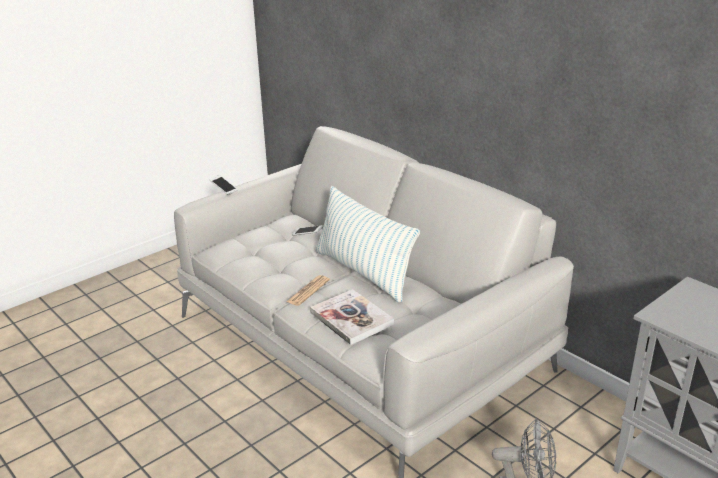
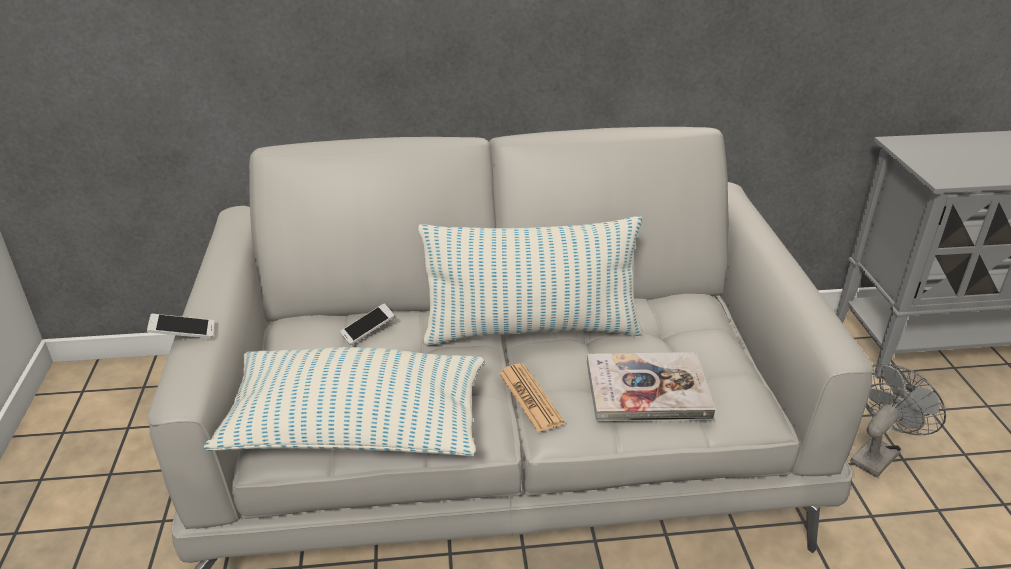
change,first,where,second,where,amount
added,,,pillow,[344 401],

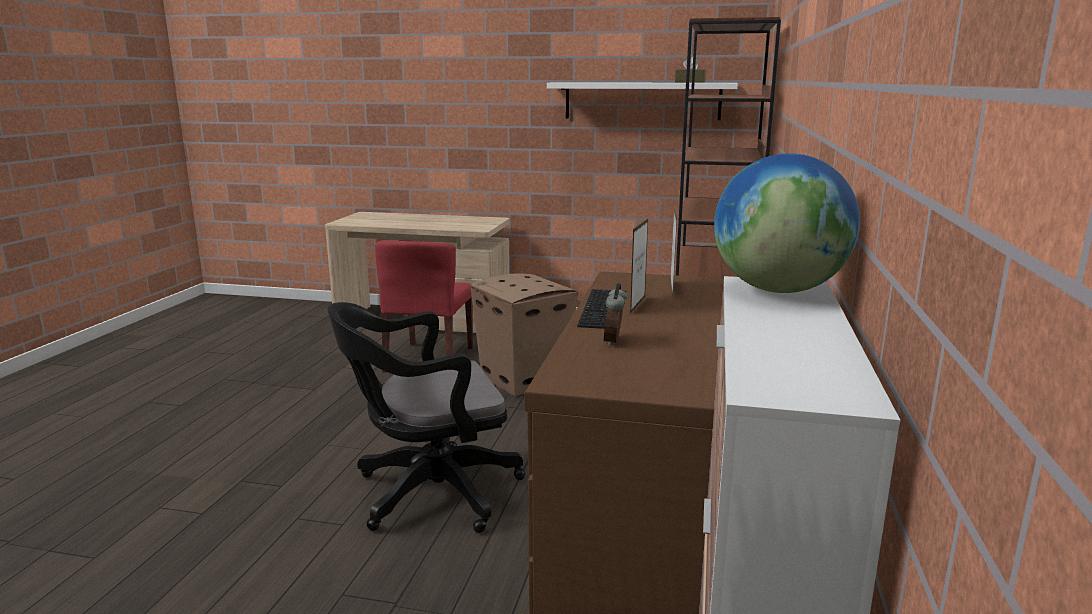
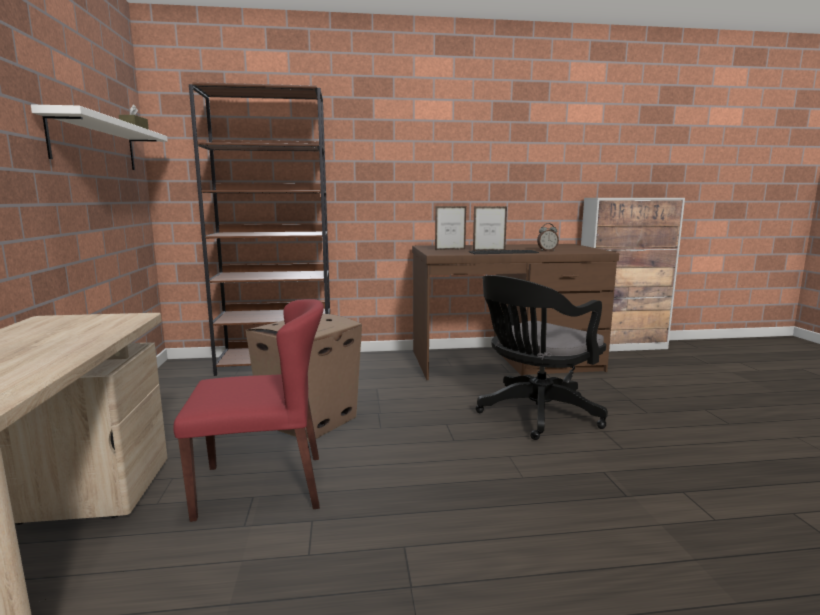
change,first,where,second,where,amount
turned,black office chair,[426 417],,[542 357],90 degrees clockwise
removed,globe,[787 223],,,

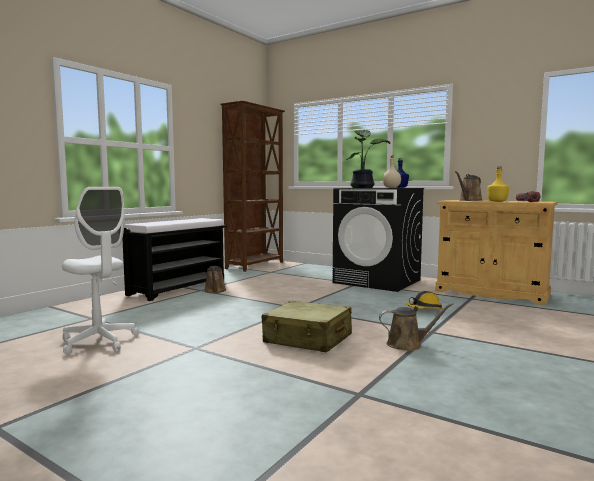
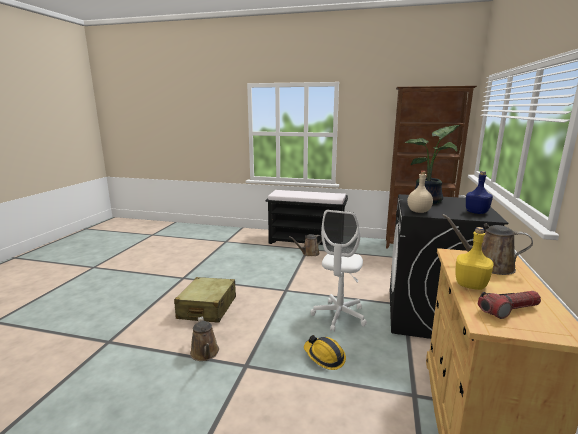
change,first,where,second,where,amount
moved,white office chair,[100 270],,[339 271],

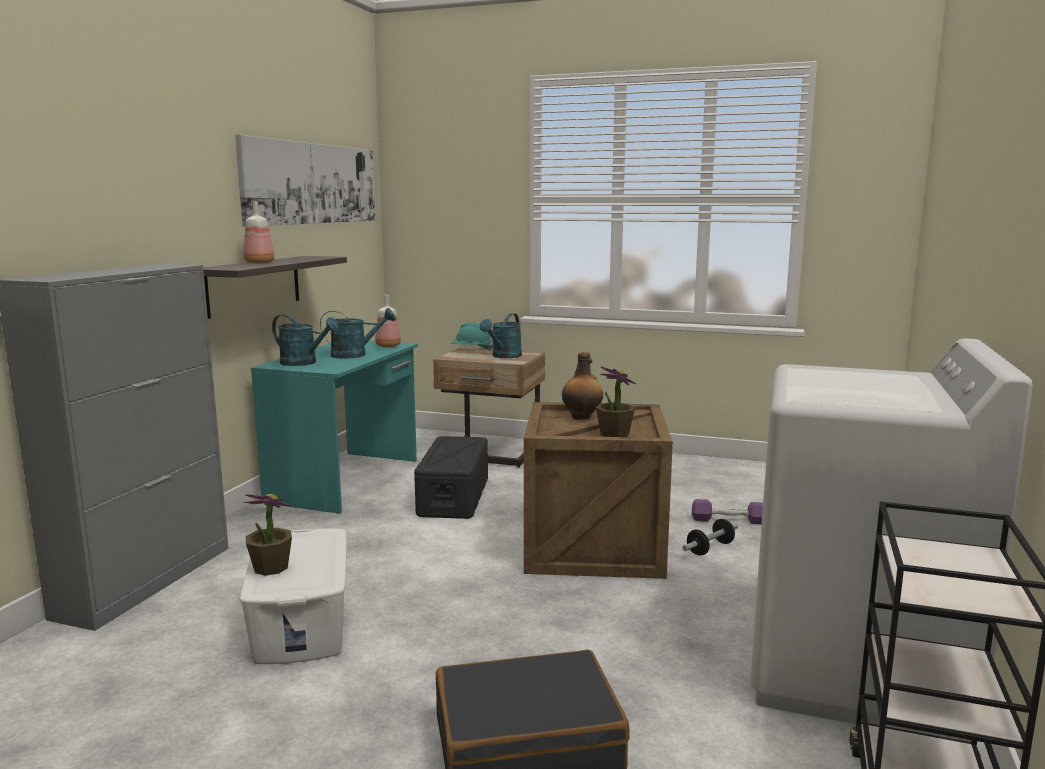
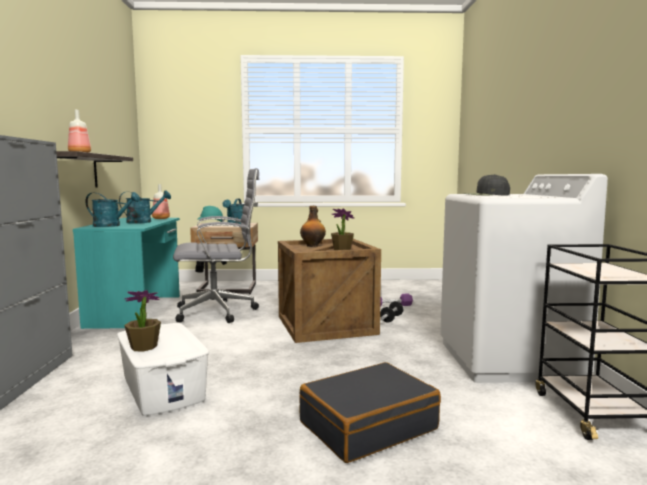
change,first,where,second,where,amount
replaced,black storage box,[451 477],grey office chair,[216 245],
added,,,black cap,[486 184],
removed,picture,[305 181],,,

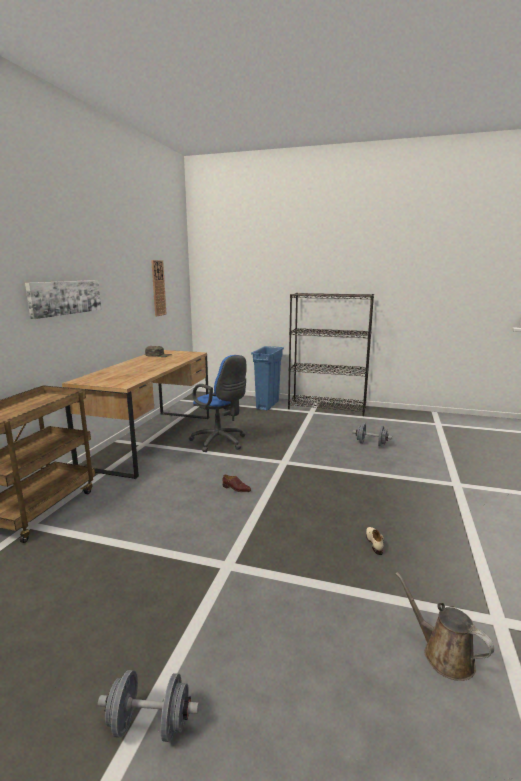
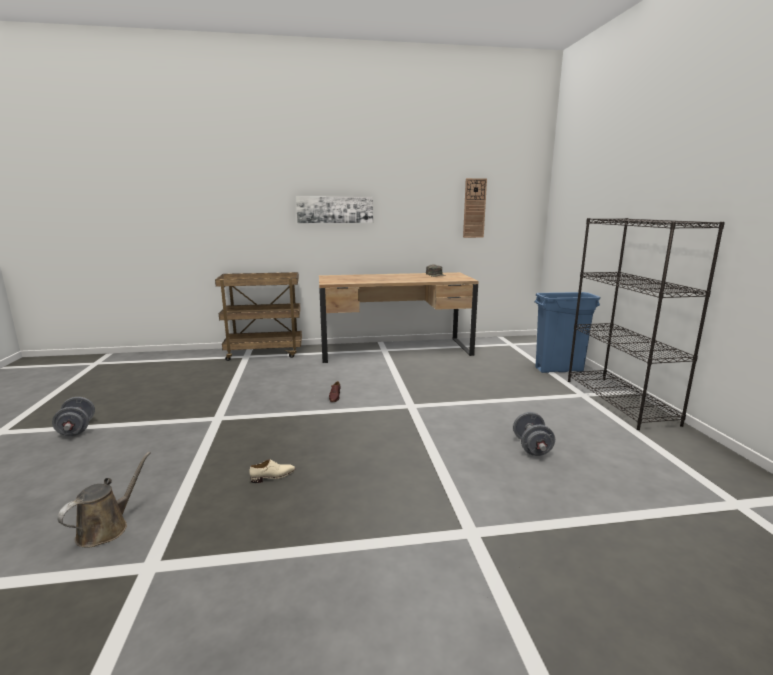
change,first,where,second,where,amount
removed,blue office chair,[218 403],,,

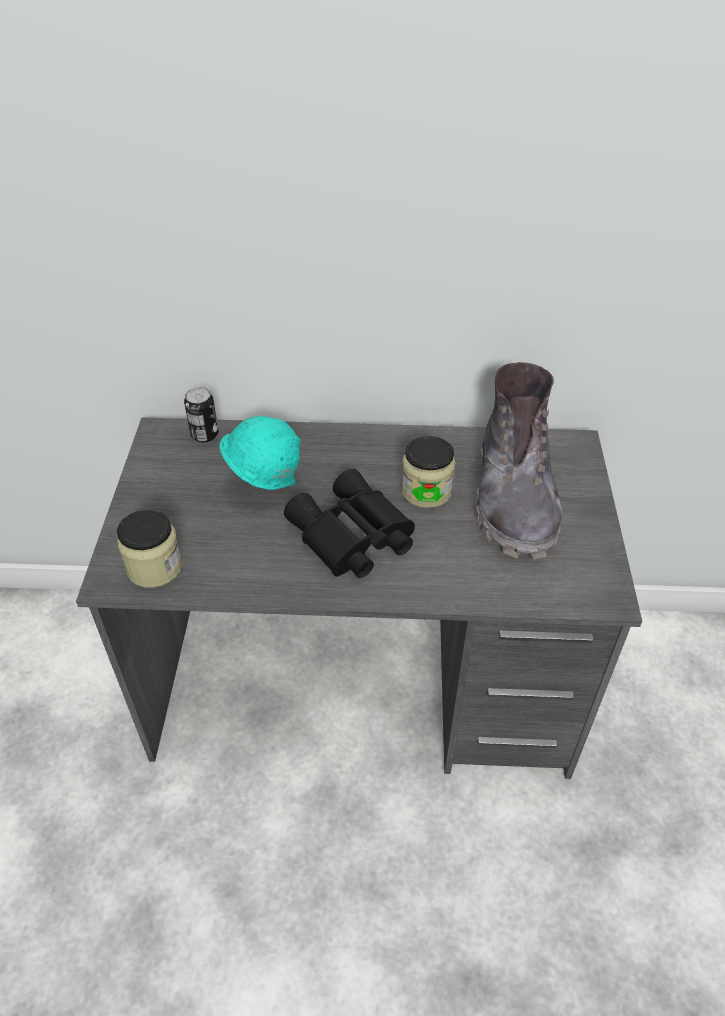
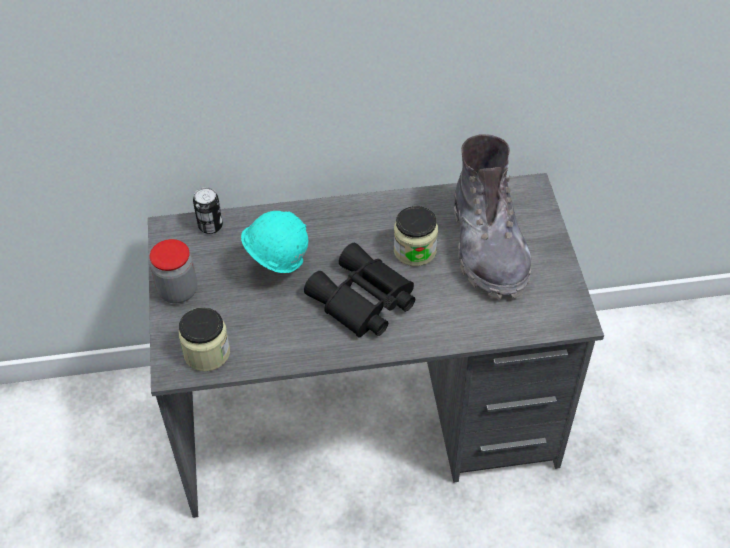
change,first,where,second,where,amount
added,,,jar,[173 271],

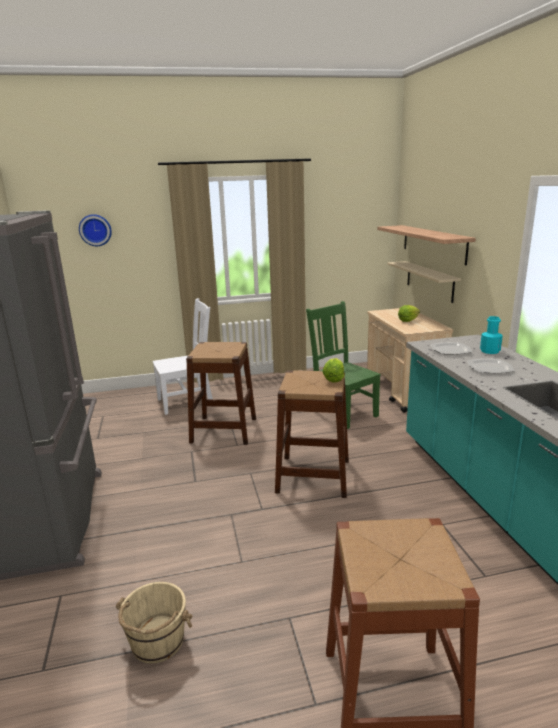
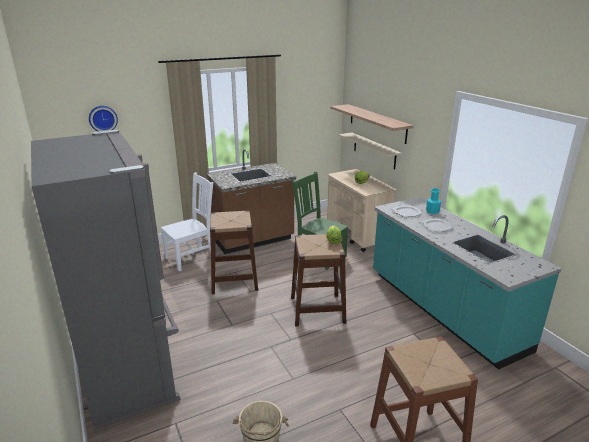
change,first,where,second,where,amount
added,,,brown counter,[251 201],

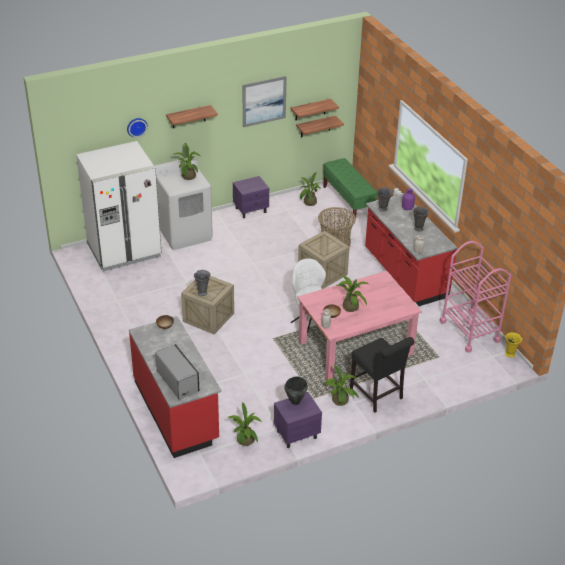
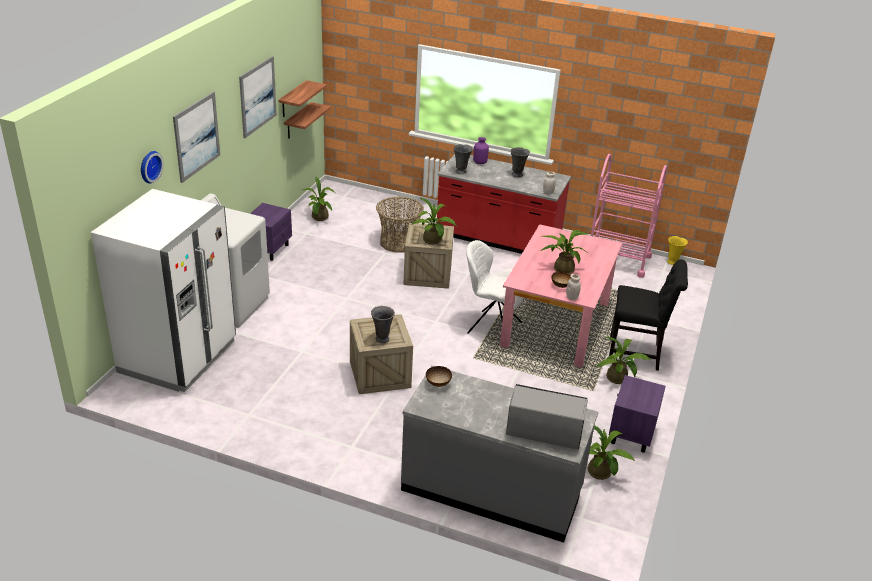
change,first,where,second,where,amount
replaced,shelf,[192 116],picture,[196 137],
recoloured,red counter,[175 387],grey counter,[499 454],
moved,potted plant,[187 161],,[434 221],
removed,black cooking pot,[296 390],,,
removed,green bench,[350 188],,,

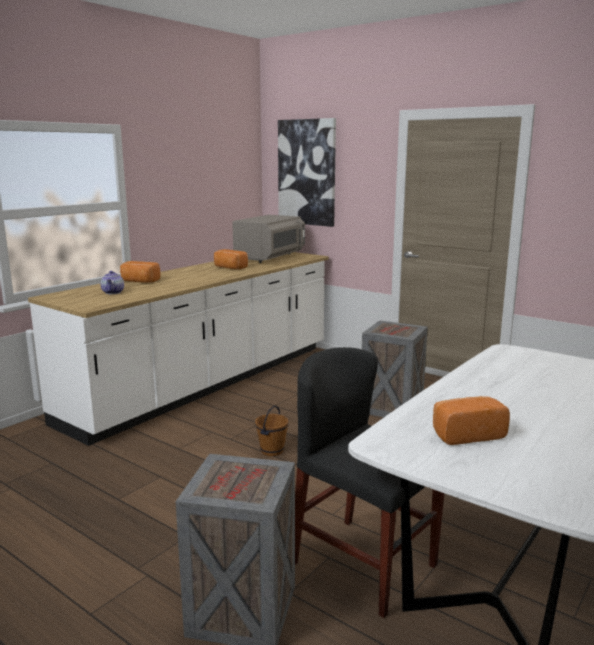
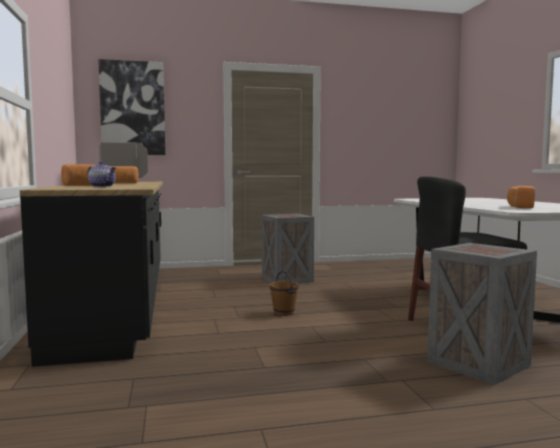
change,first,where,second,where,amount
recoloured,white counter,[178 349],black counter,[91 274],

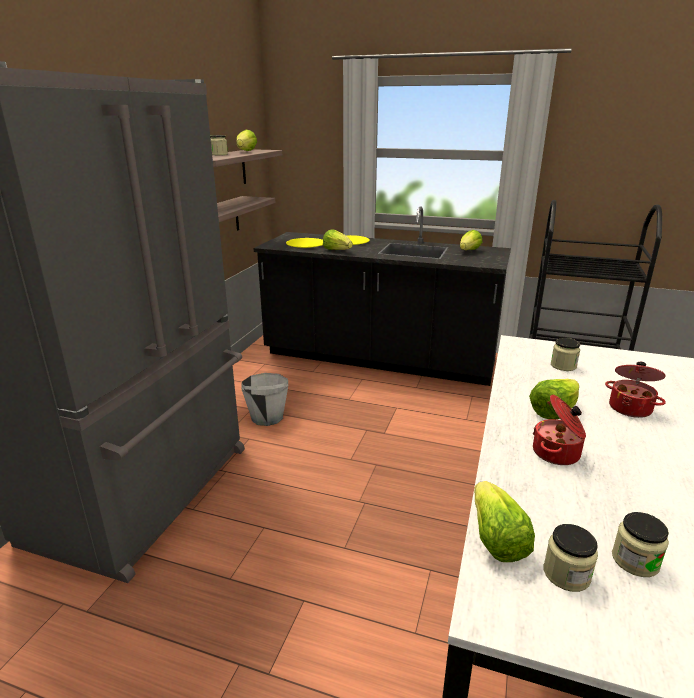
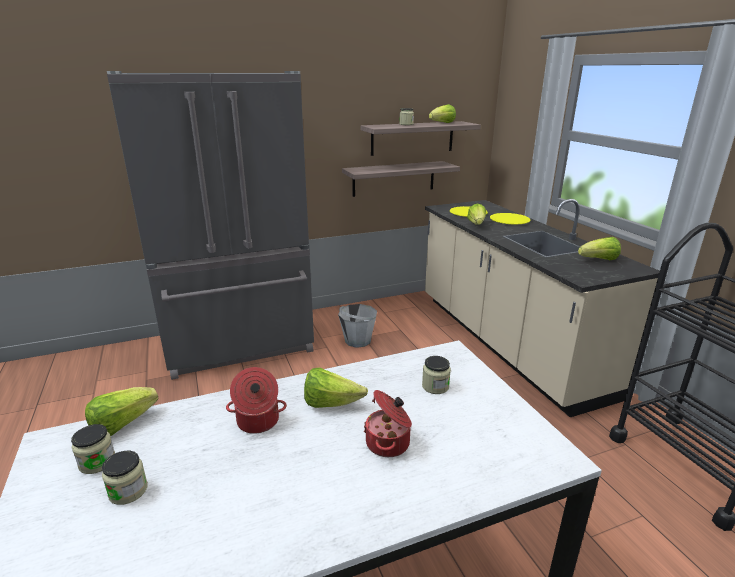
change,first,where,second,where,amount
recoloured,black counter,[382 296],beige counter,[542 308],

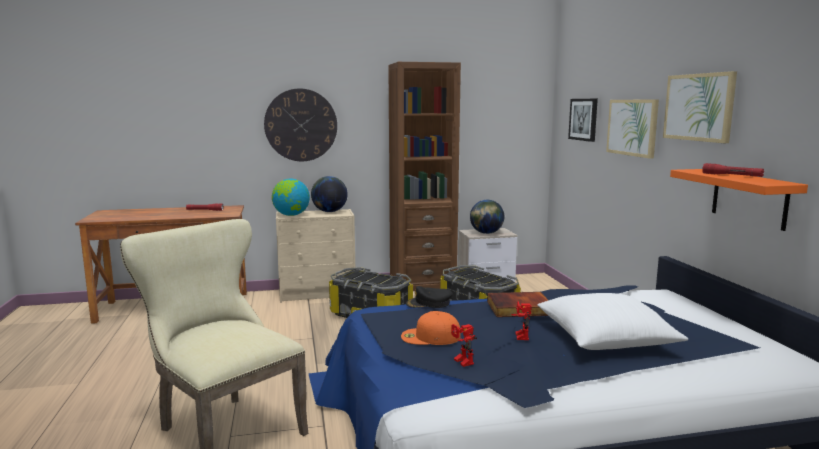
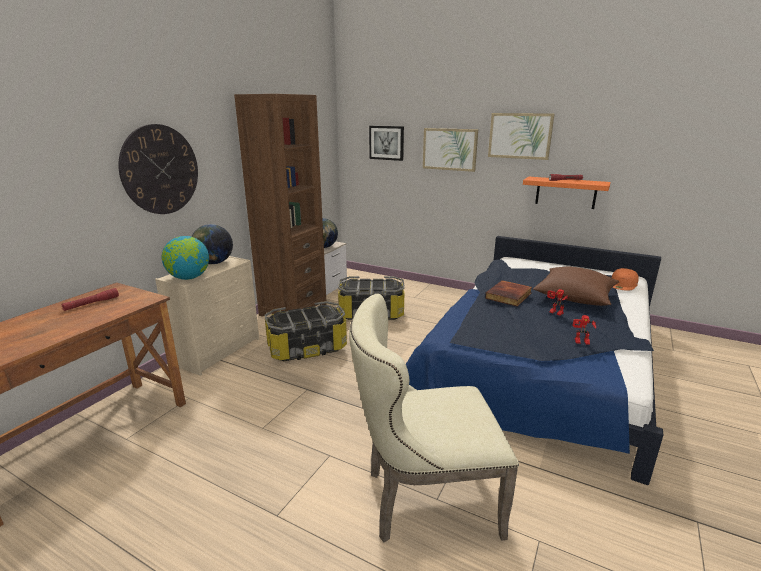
change,first,where,second,where,amount
recoloured,white pillow,[612 321],brown pillow,[576 286],
moved,orange cap,[431 328],,[625 279],
removed,black cap,[429 297],,,

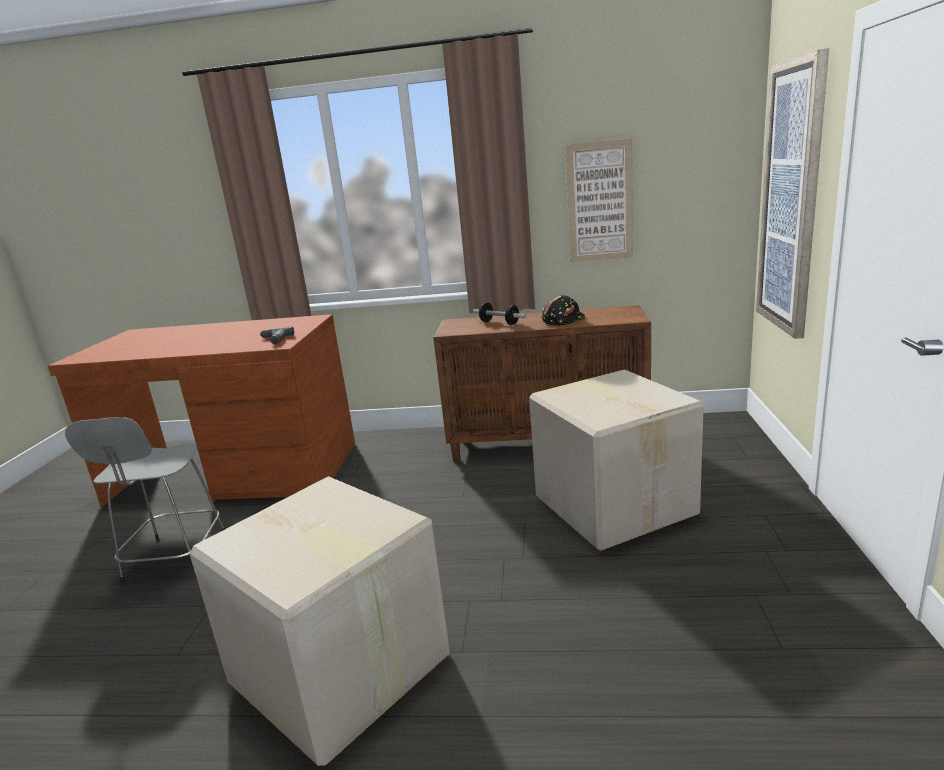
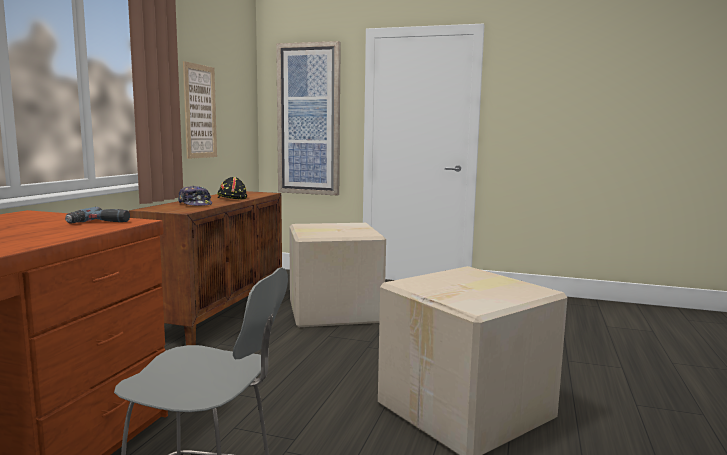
change,first,where,second,where,amount
replaced,dumbbell,[500 314],cap,[195 196],

